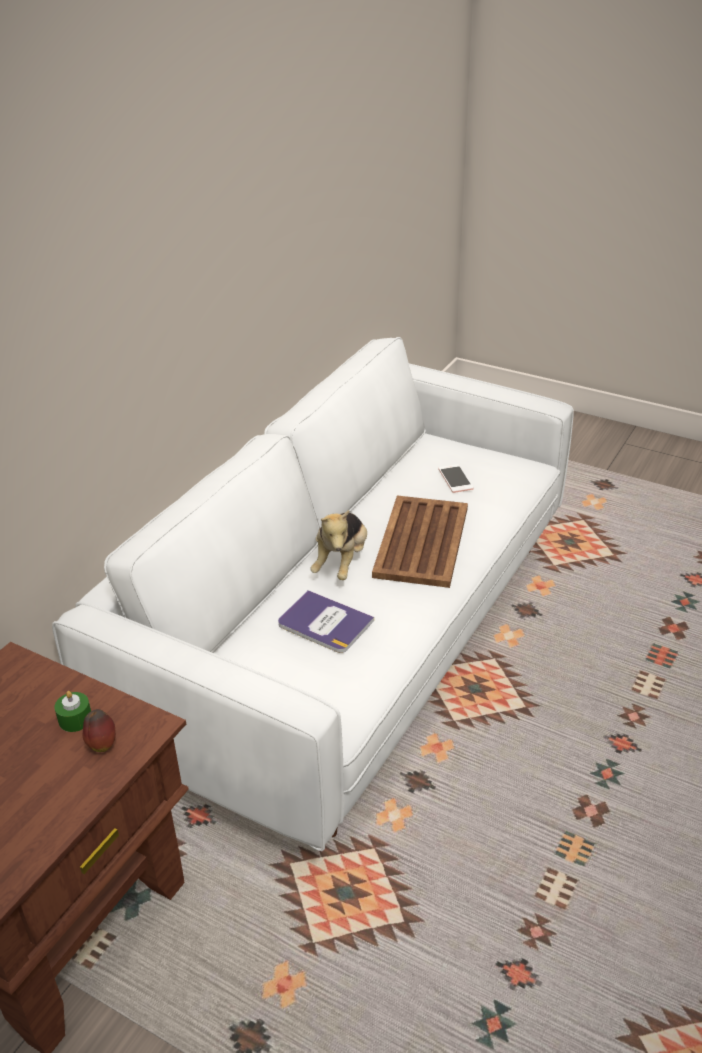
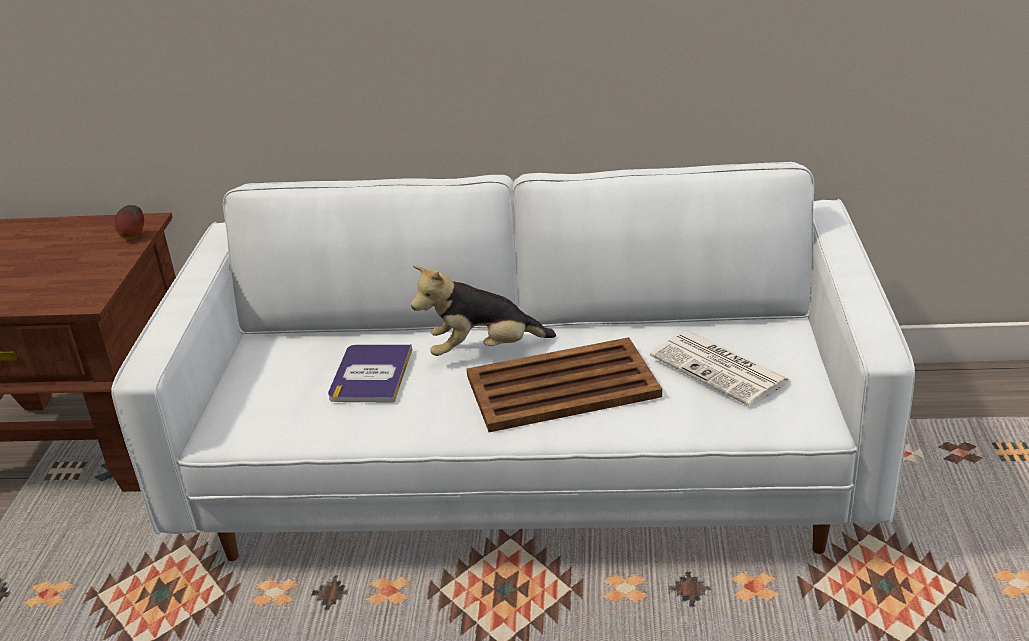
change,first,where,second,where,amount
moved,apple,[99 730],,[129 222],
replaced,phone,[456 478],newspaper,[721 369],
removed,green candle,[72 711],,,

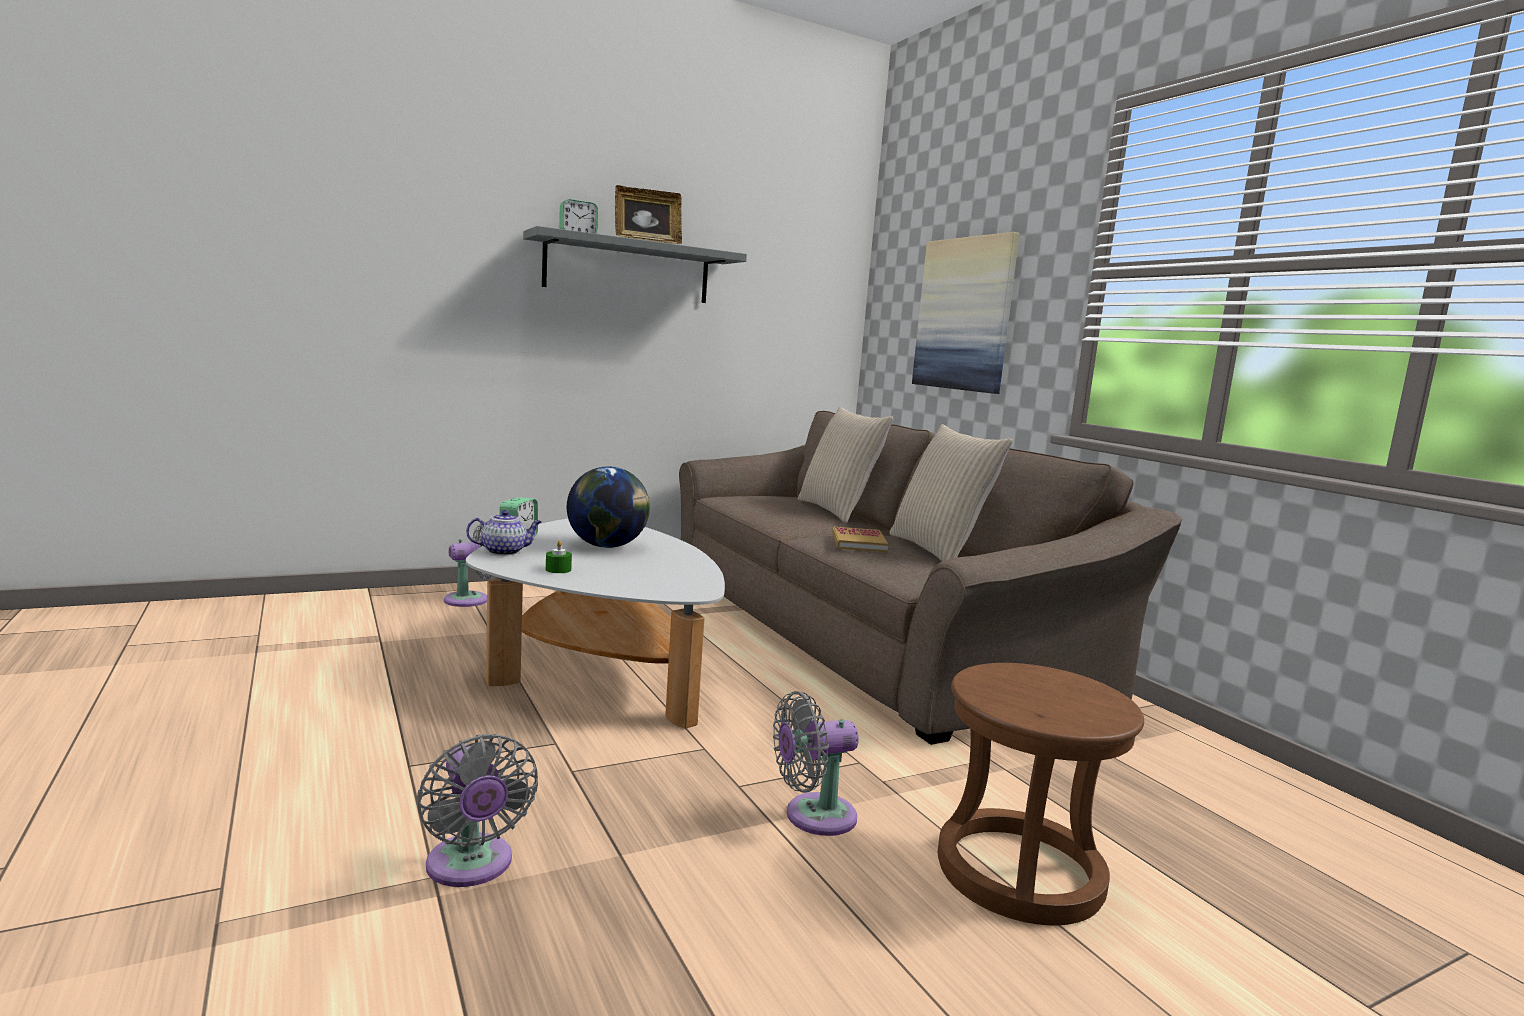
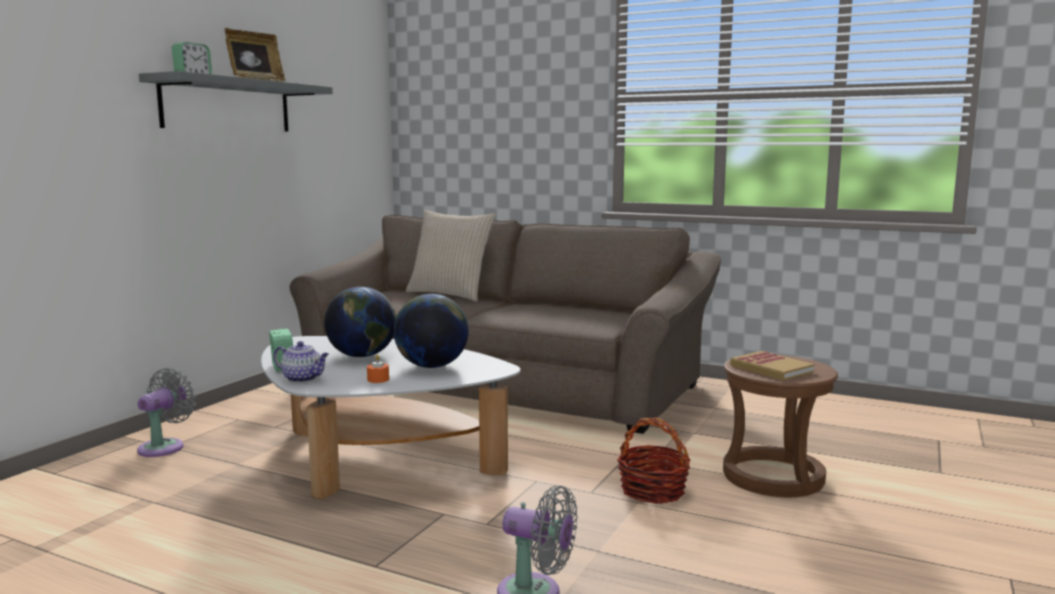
change,first,where,second,where,amount
turned,teapot,[503 532],,[301 362],75 degrees clockwise
recoloured,green candle,[559 556],orange candle,[378 369],
added,,,globe,[431 331],
replaced,grey fan,[816 763],basket,[654 461],
moved,book,[860 539],,[772 366],
removed,beige pillow,[951 492],,,
removed,picture,[966 313],,,

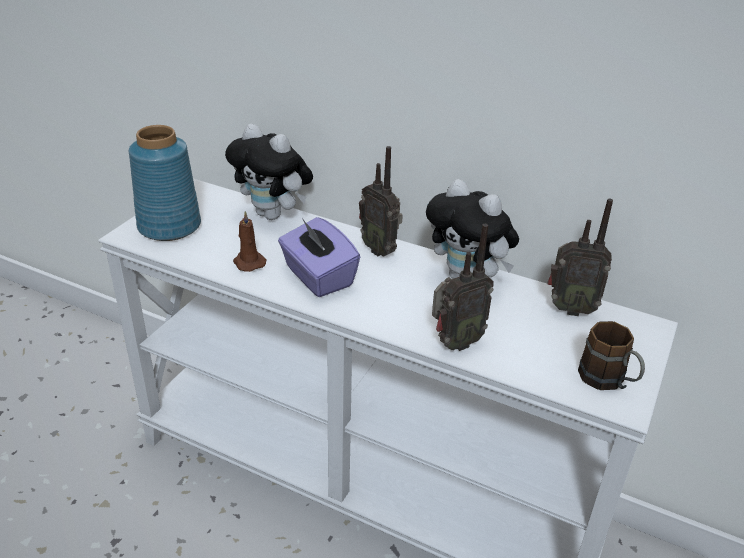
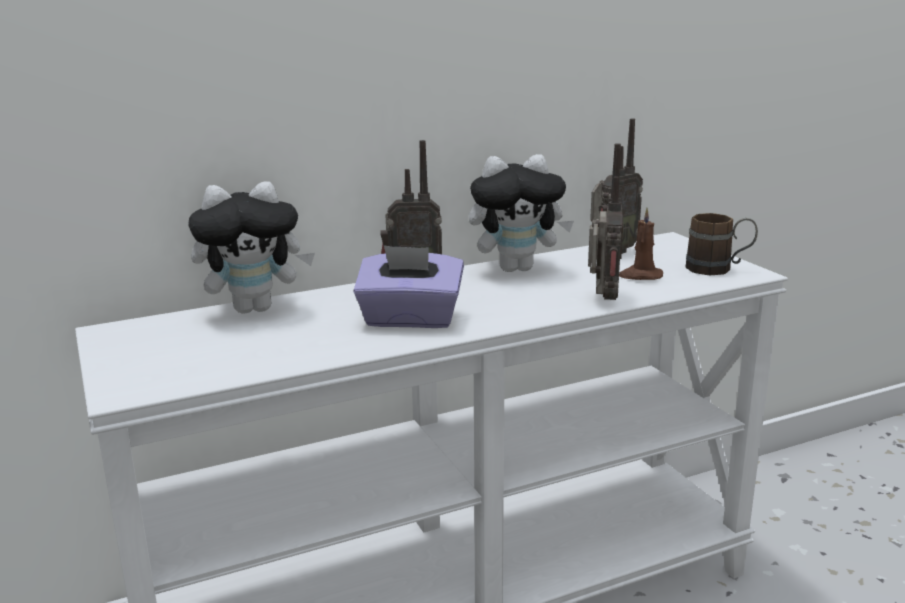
change,first,where,second,where,amount
moved,brown candle,[250 241],,[641 244],
removed,blue vase,[165 183],,,

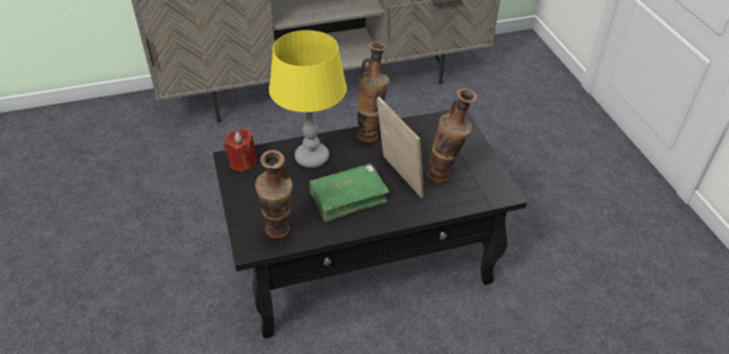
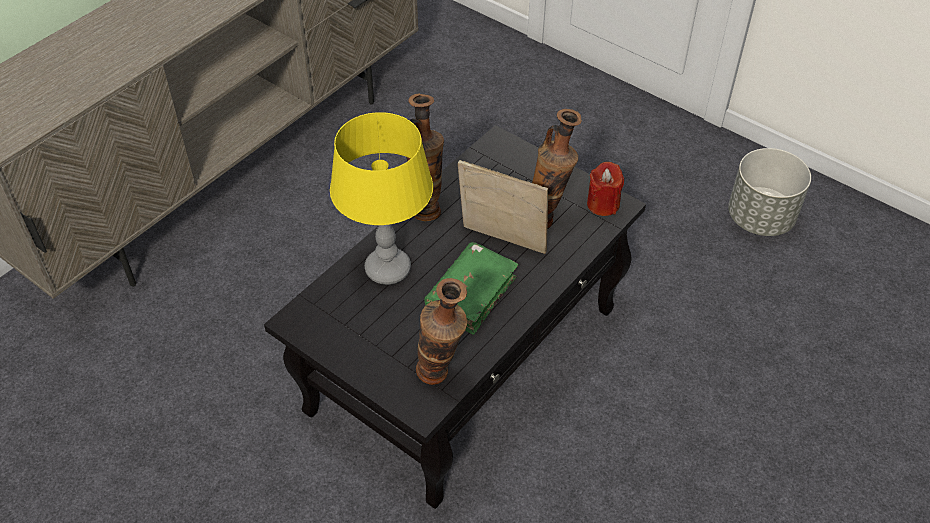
change,first,where,second,where,amount
moved,red candle,[240 150],,[605 189],
added,,,grey planter,[769 192],

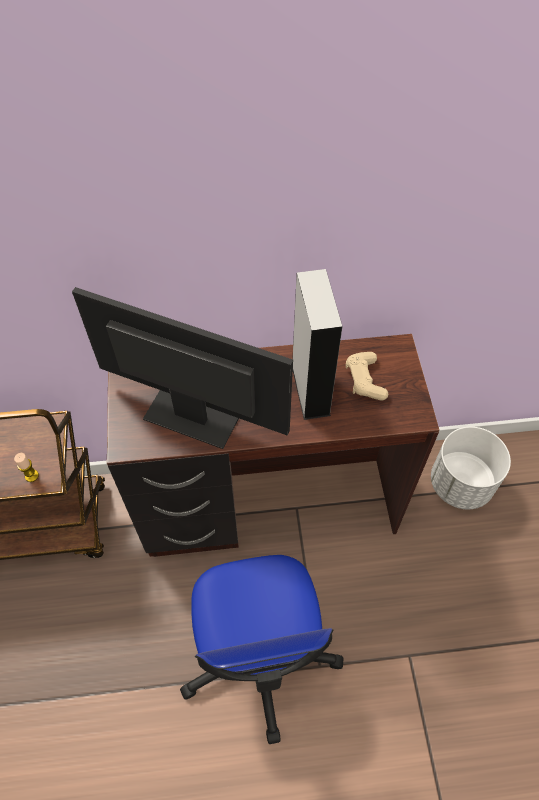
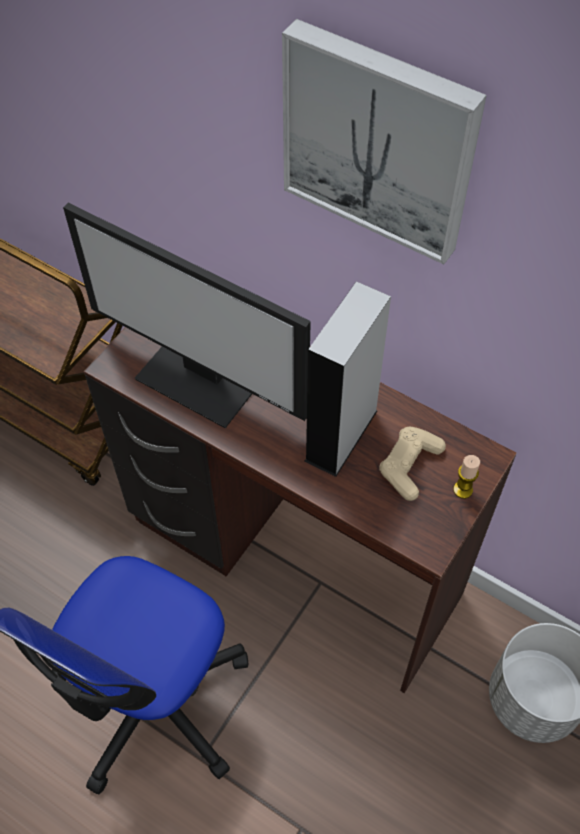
change,first,where,second,where,amount
turned,monitor,[182 368],,[187 315],150 degrees clockwise
added,,,picture,[384 141],
moved,candle,[26 467],,[466 477],

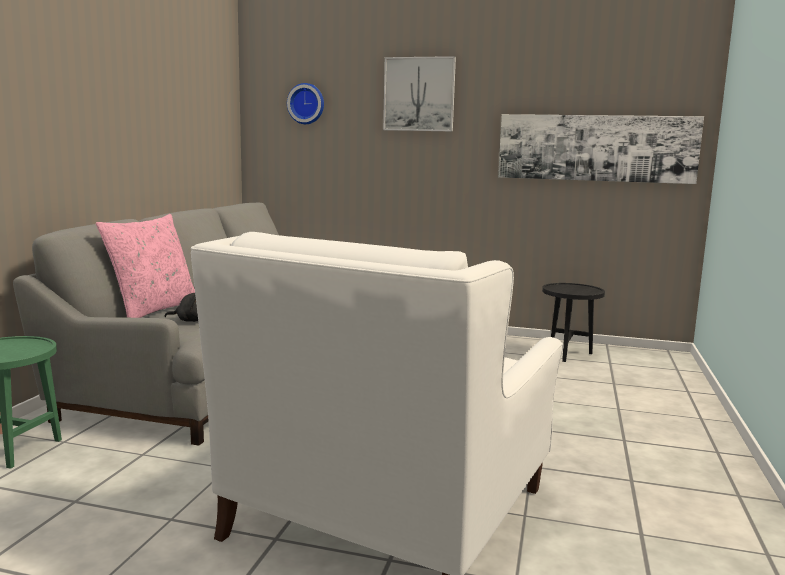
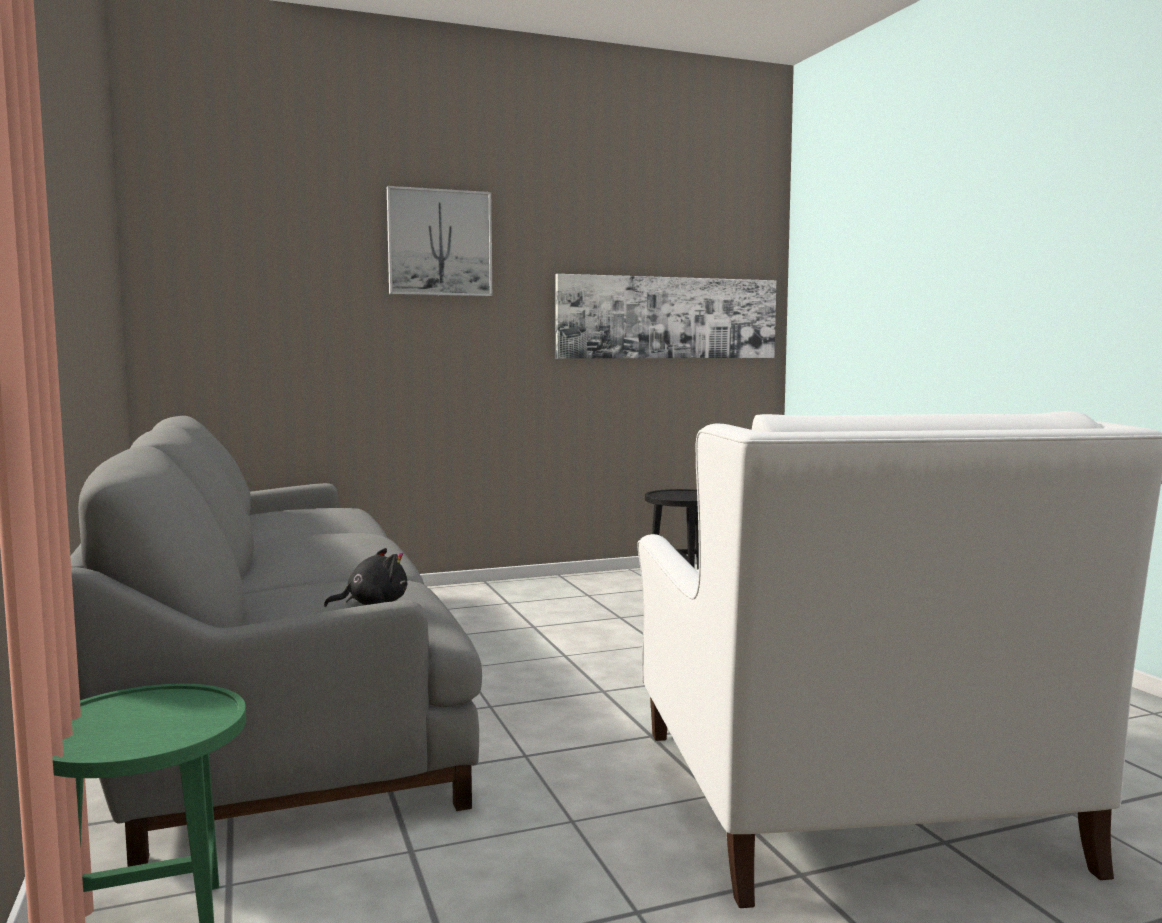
change,first,where,second,where,amount
removed,pink pillow,[145 266],,,
removed,wall clock,[305 103],,,

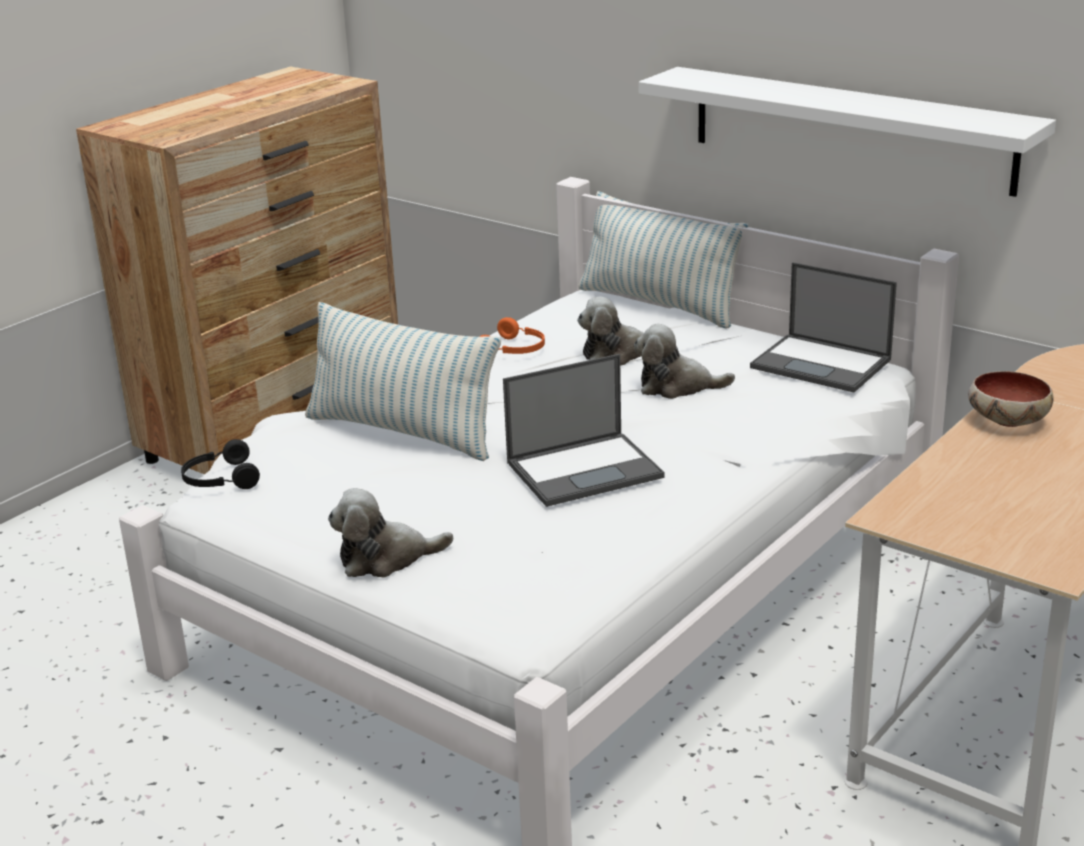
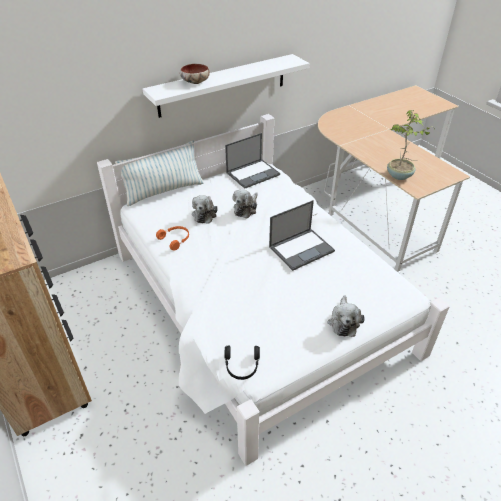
change,first,where,second,where,amount
moved,bowl,[1010 399],,[195 74],
turned,laptop,[584 430],,[302 235],60 degrees clockwise
added,,,potted plant,[411 145],
removed,pillow,[403 381],,,

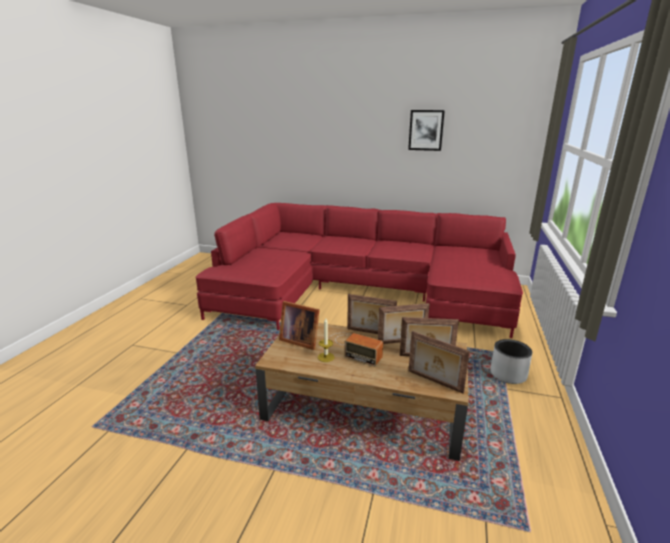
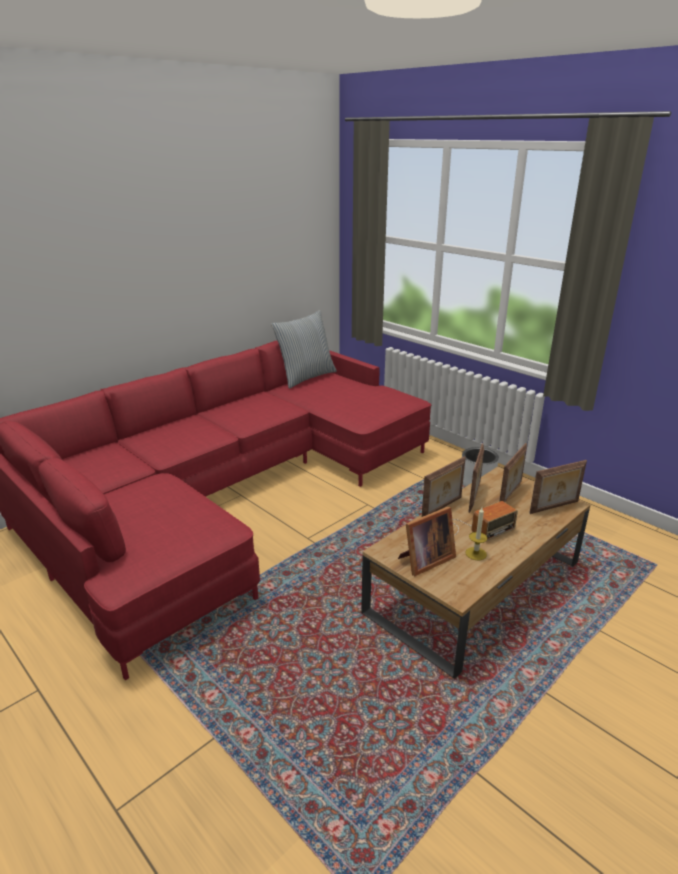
change,first,where,second,where,amount
added,,,pillow,[304 349],
removed,picture,[426 130],,,

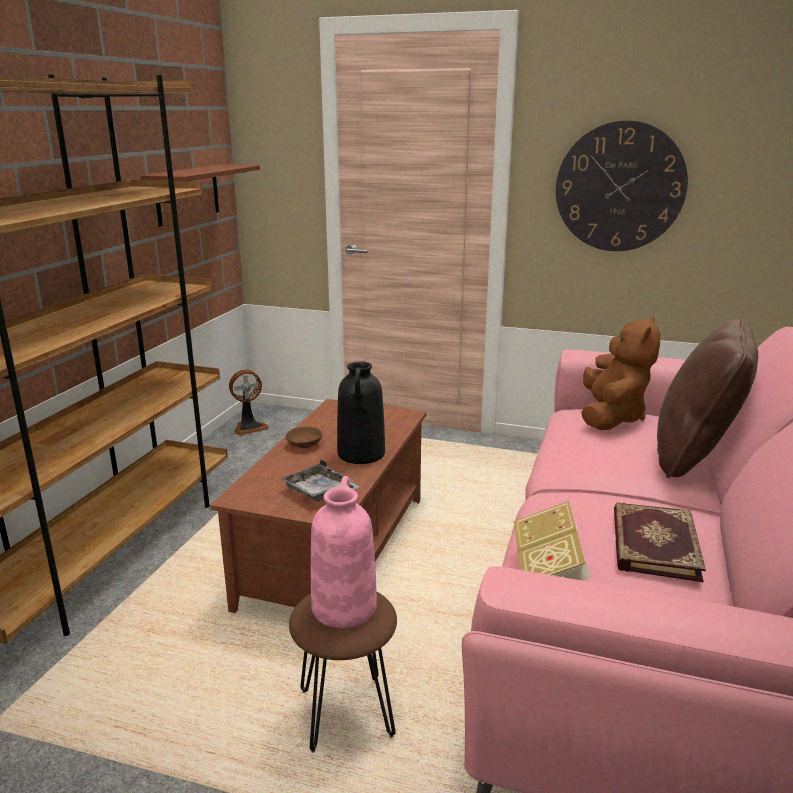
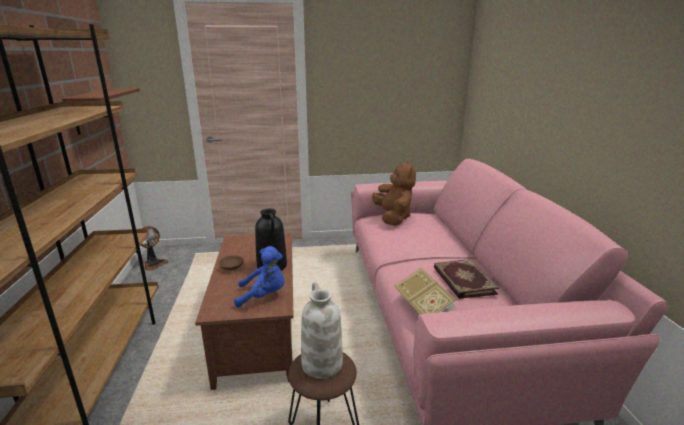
change,first,where,second,where,amount
replaced,grey tray,[320 480],blue plush toy,[259 277],
recoloured,pink vase,[344 552],white vase,[322 330],
removed,wall clock,[622 185],,,
removed,brown pillow,[707 398],,,

